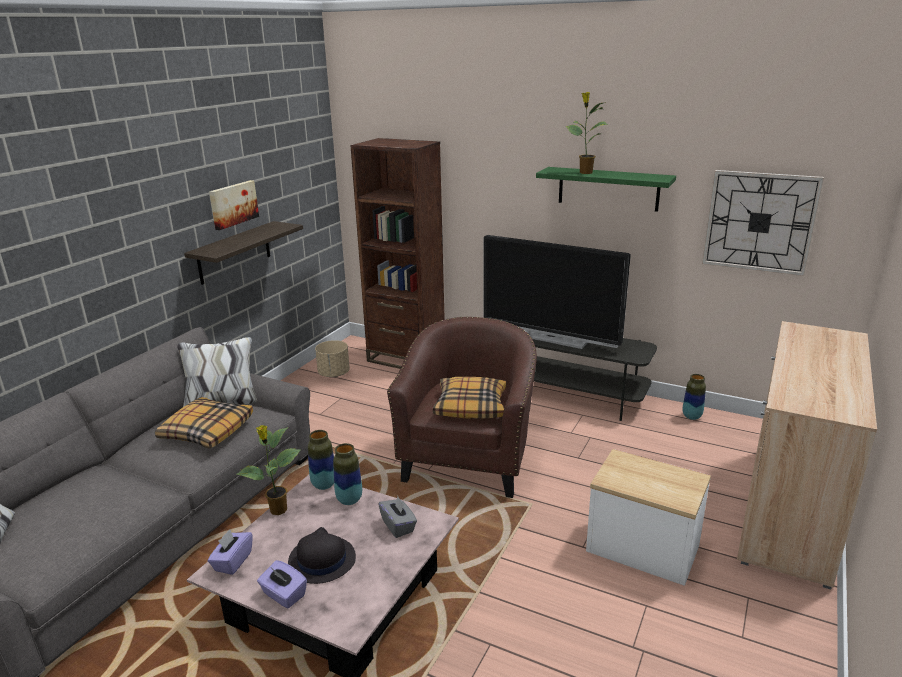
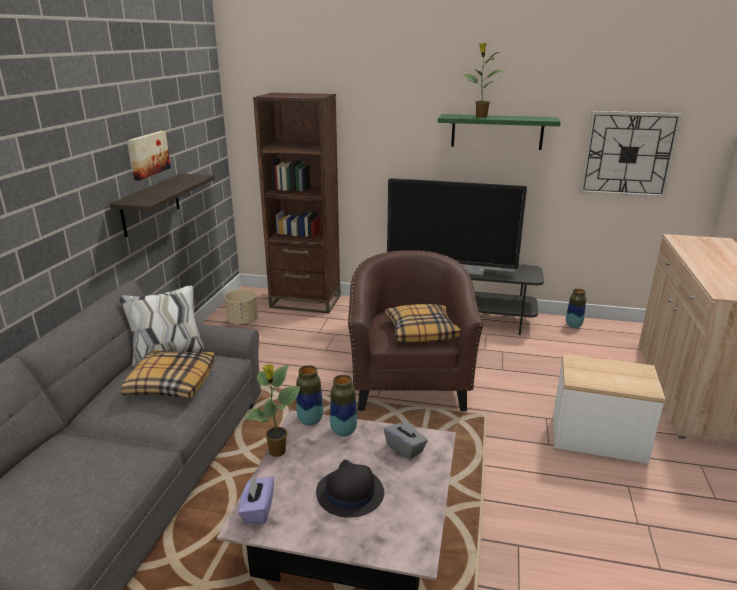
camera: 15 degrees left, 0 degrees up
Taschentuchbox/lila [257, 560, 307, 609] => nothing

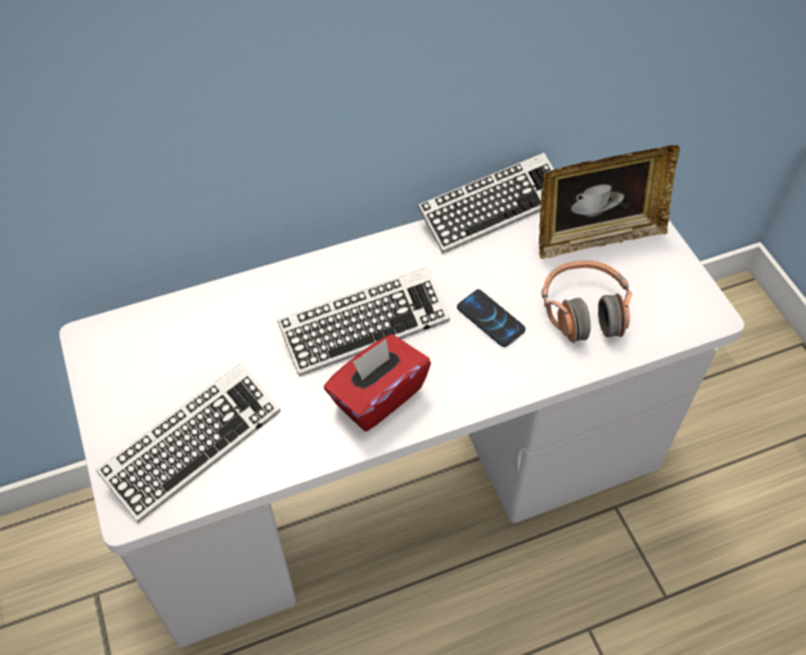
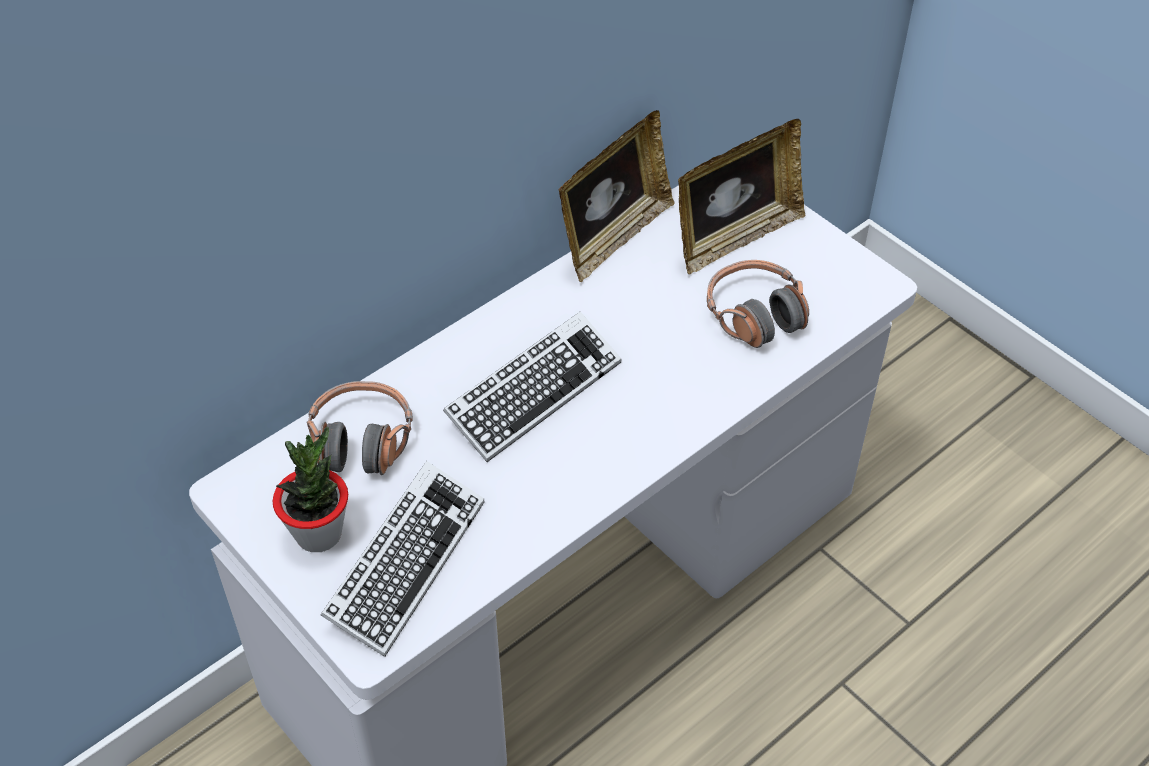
camera: 20 degrees left, 5 degrees down
Taschentuchbox/rot [324, 334, 431, 432] => nothing
Handy [457, 289, 526, 347] => nothing
nothing => Topfpflanze [272, 427, 348, 552]
nothing => Kopfhörer [307, 381, 413, 475]
Tastatur [417, 152, 554, 254] => Bilderrahmen [559, 110, 675, 282]

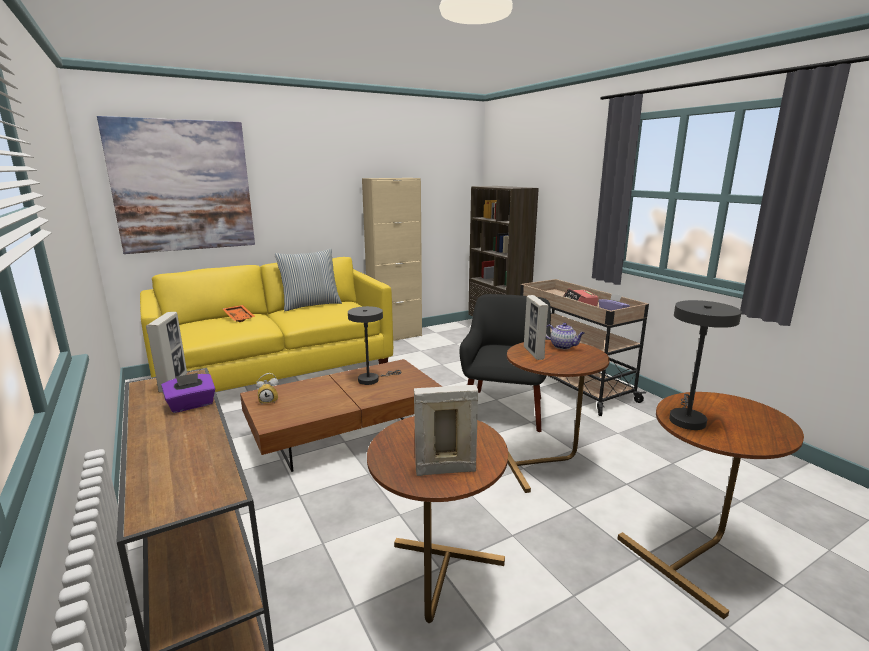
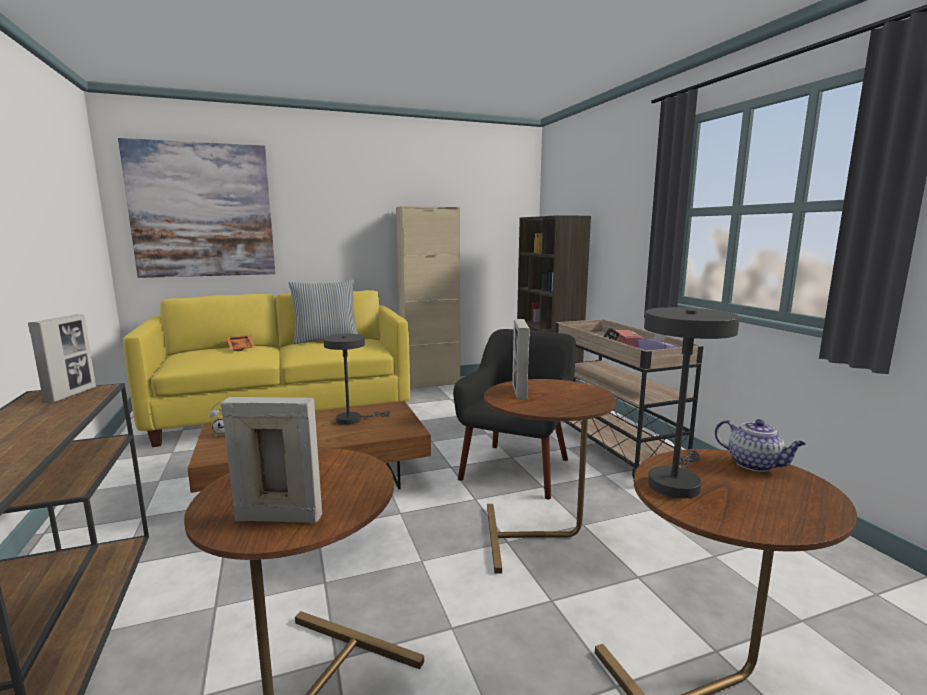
camera: 10 degrees right, 5 degrees down
Taschentuchbox/lila [161, 373, 215, 413] => nothing
Teekanne [546, 323, 585, 349] => Teekanne [715, 419, 806, 472], shifted

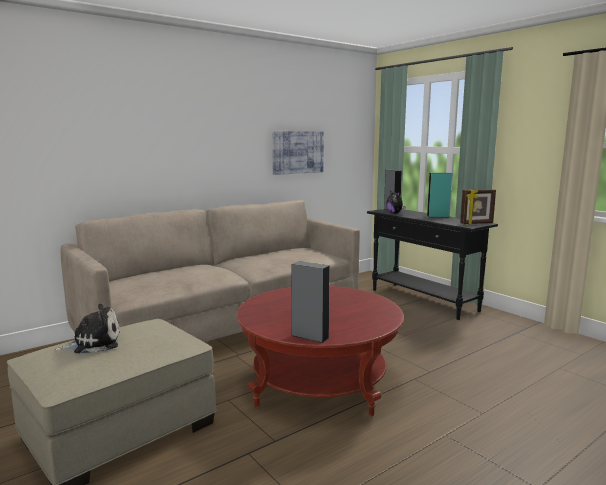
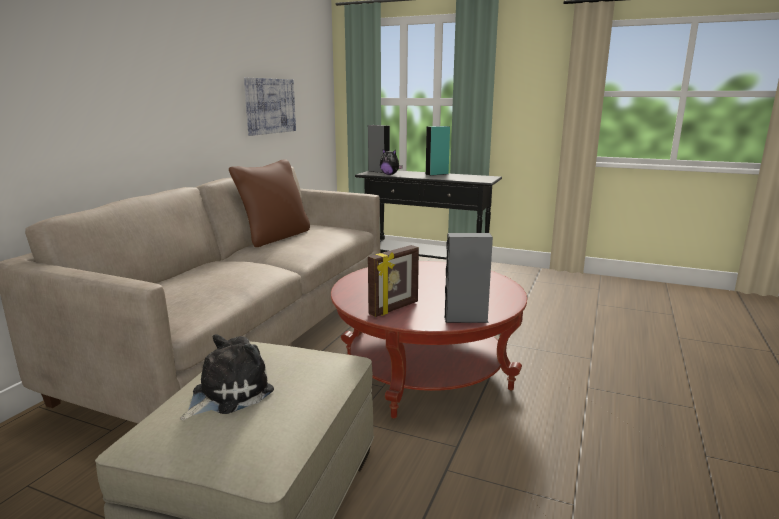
camera: 30 degrees left, 5 degrees up
nothing => Kissen/braun [229, 159, 310, 247]
Bilderrahmen [460, 189, 496, 224] => Bilderrahmen [368, 245, 419, 317], shifted

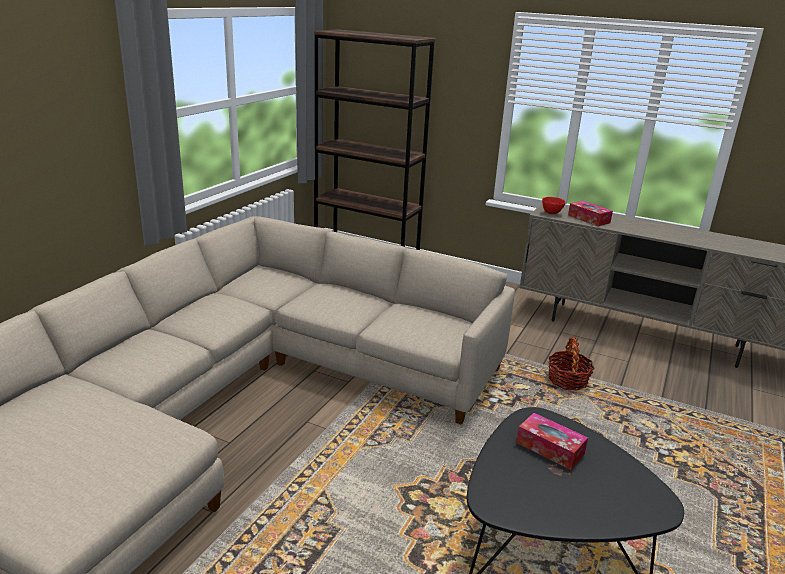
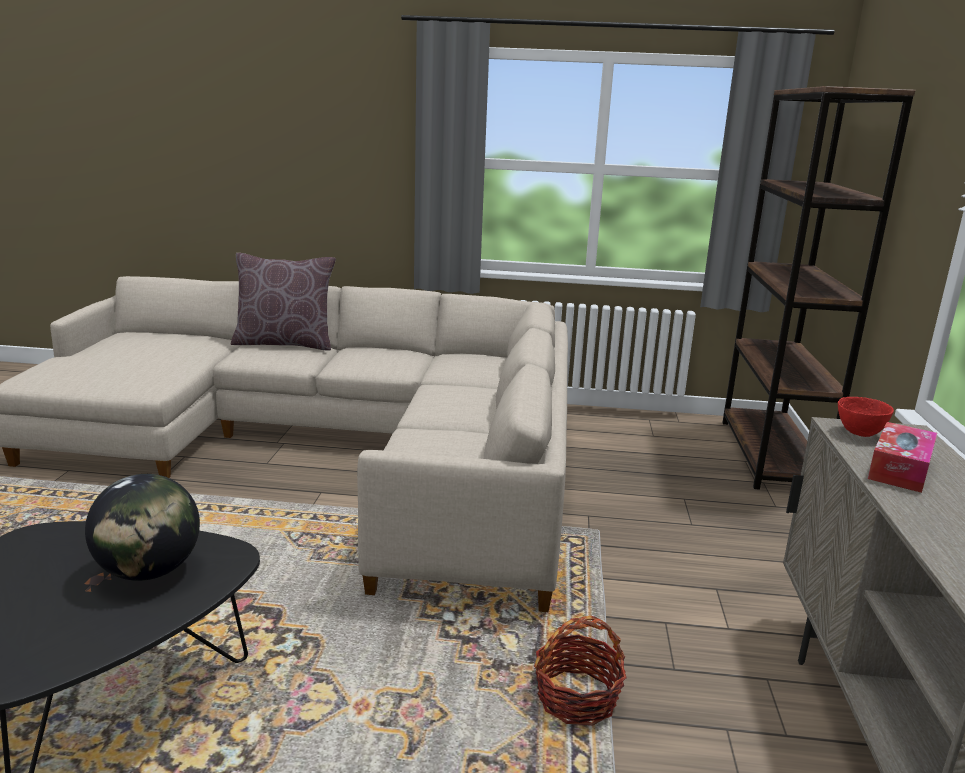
camera: 70 degrees right, 5 degrees down
nothing => Kissen/braun [231, 253, 336, 351]
Taschentuchbox [516, 413, 588, 470] => Globus [85, 474, 200, 581]

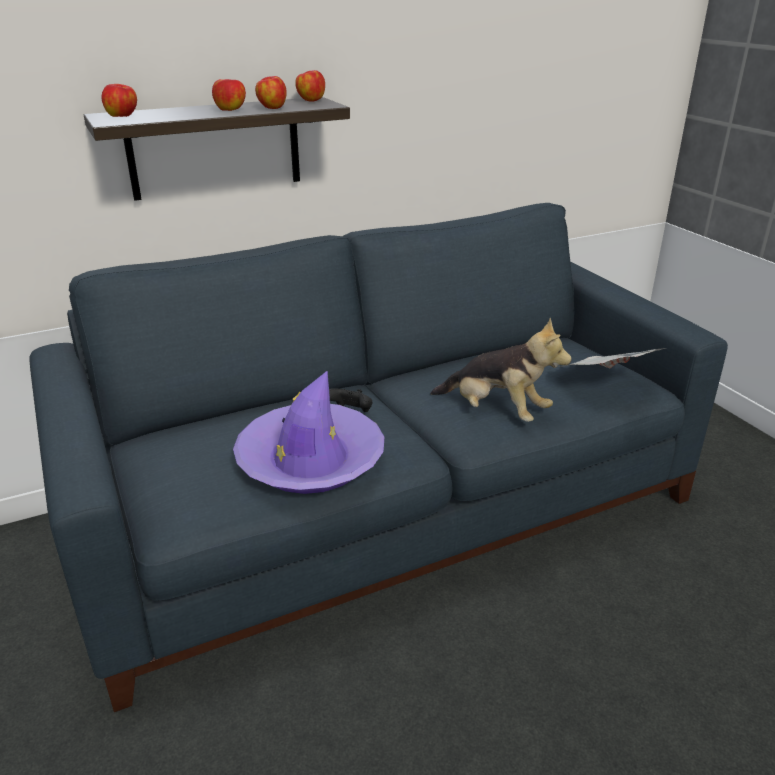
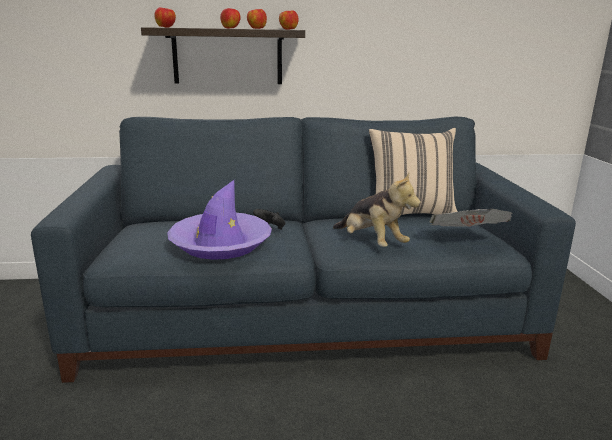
camera: 20 degrees right, 10 degrees down
nothing => Kissen/beige [369, 128, 458, 215]

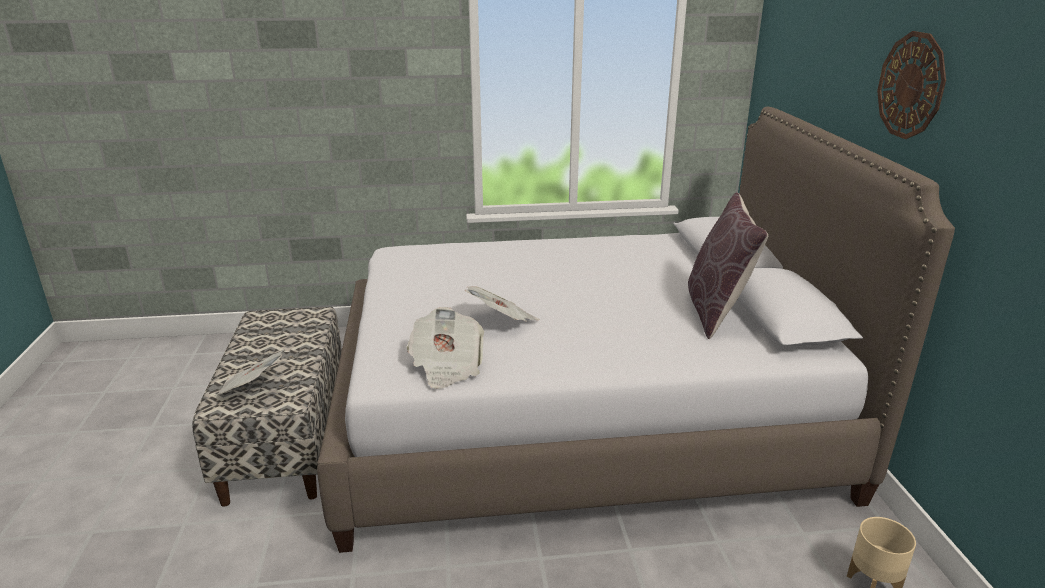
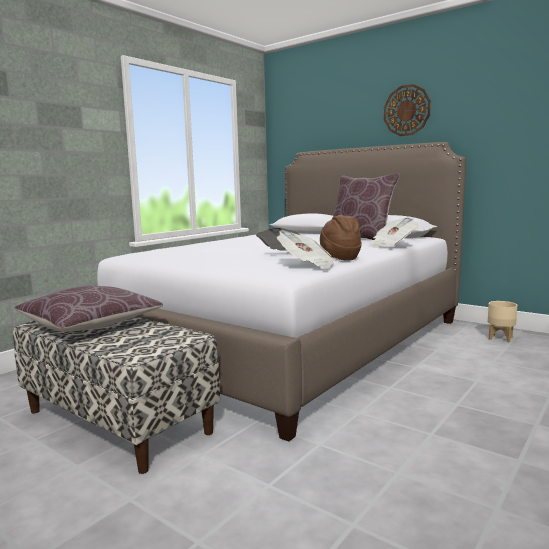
camera: 45 degrees left, 15 degrees down
nothing => Kissen/braun [14, 286, 163, 332]
nothing => Hut/braun [320, 215, 362, 261]
Zeitung [215, 350, 284, 396] => Zeitung [368, 217, 418, 248], shifted

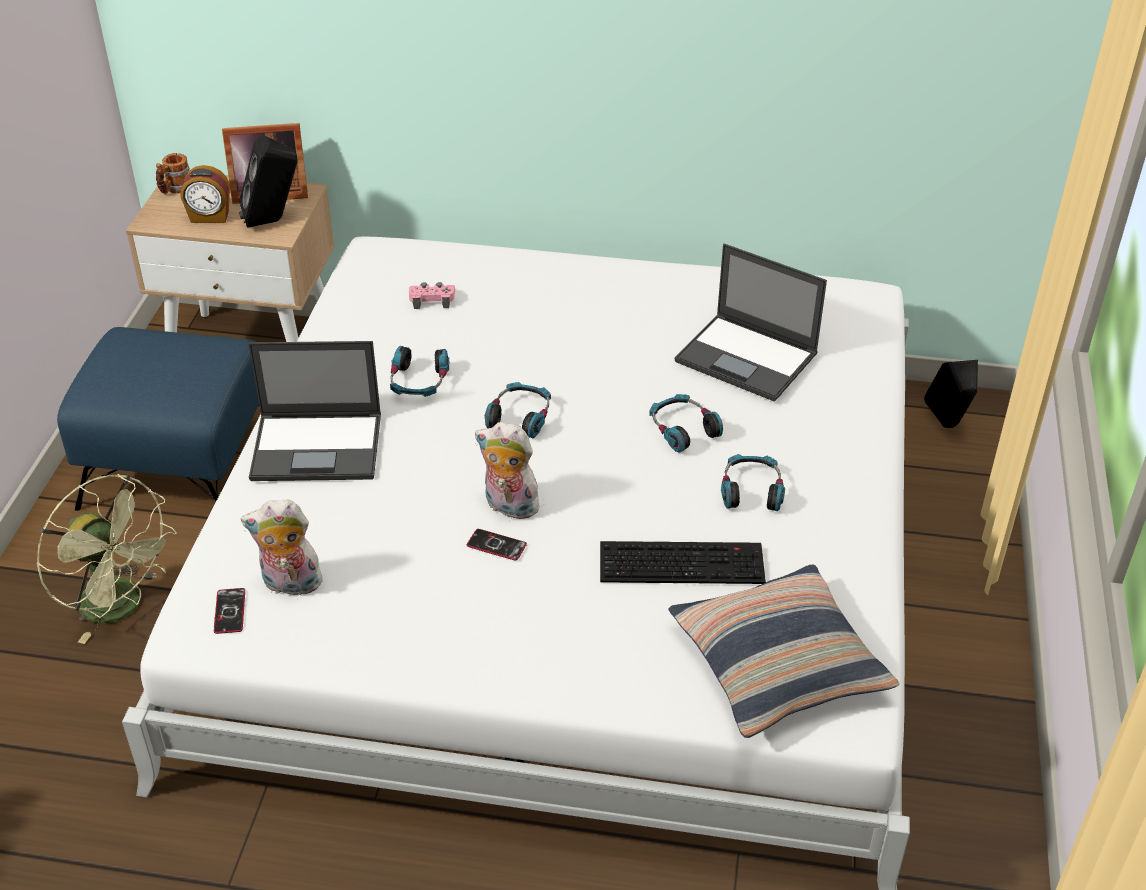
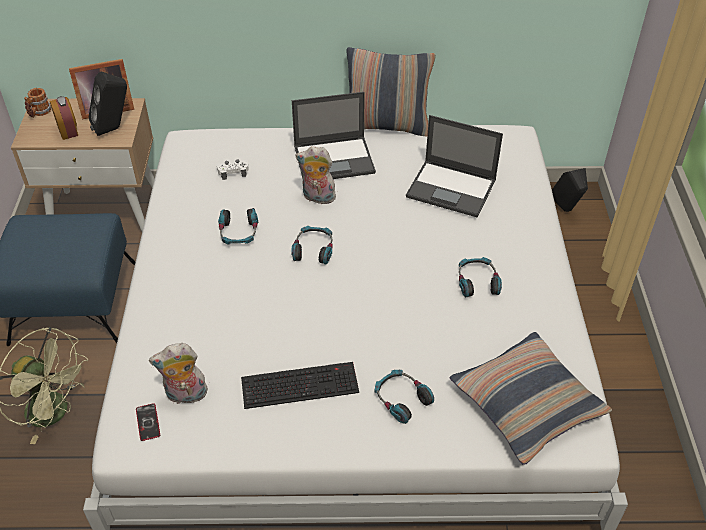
camera: 10 degrees left, 5 degrees up
Handy [467, 529, 527, 561] => nothing
nothing => Kissen [347, 47, 436, 136]
Laptop [248, 341, 381, 481] => Laptop [292, 92, 376, 179], shifted
Plüschtier [475, 422, 539, 519] => Plüschtier [296, 146, 336, 204], shifted
Tastatur [600, 541, 766, 584] => Tastatur [241, 362, 359, 409], shifted
Kopfhörer [649, 394, 723, 452] => Kopfhörer [375, 370, 434, 424], shifted
Gamepad/rosa [409, 282, 455, 309] => Gamepad/weiß [217, 159, 249, 180]
Wecker [180, 165, 230, 223] => Wecker [50, 96, 78, 140], 105 degrees counterclockwise

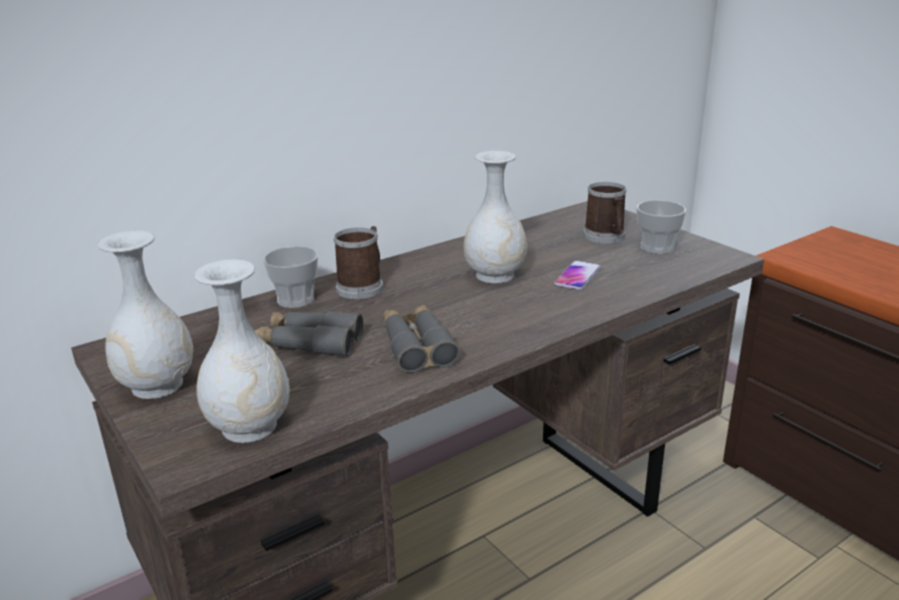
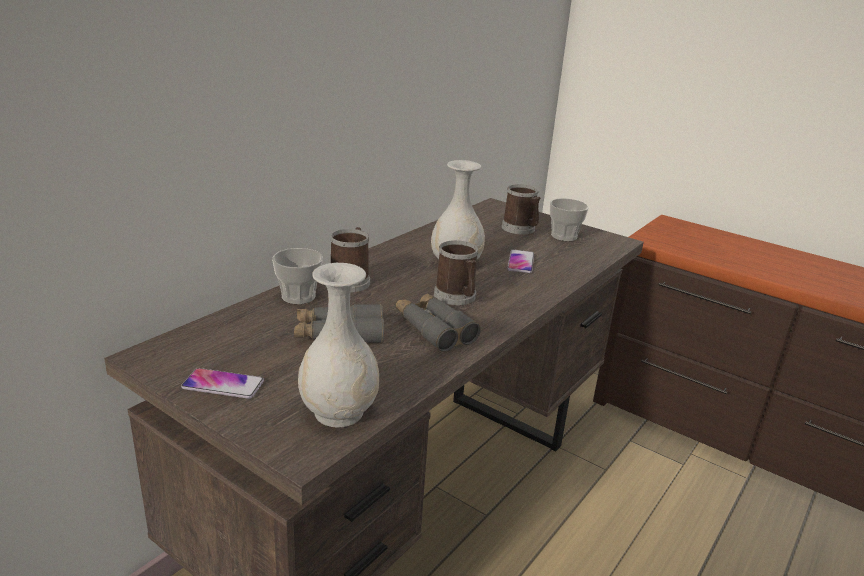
camera: 20 degrees left, 0 degrees up
nothing => Henkelbecher [434, 240, 478, 305]
Vase/weiß [98, 231, 193, 399] => Handy [181, 368, 264, 399]

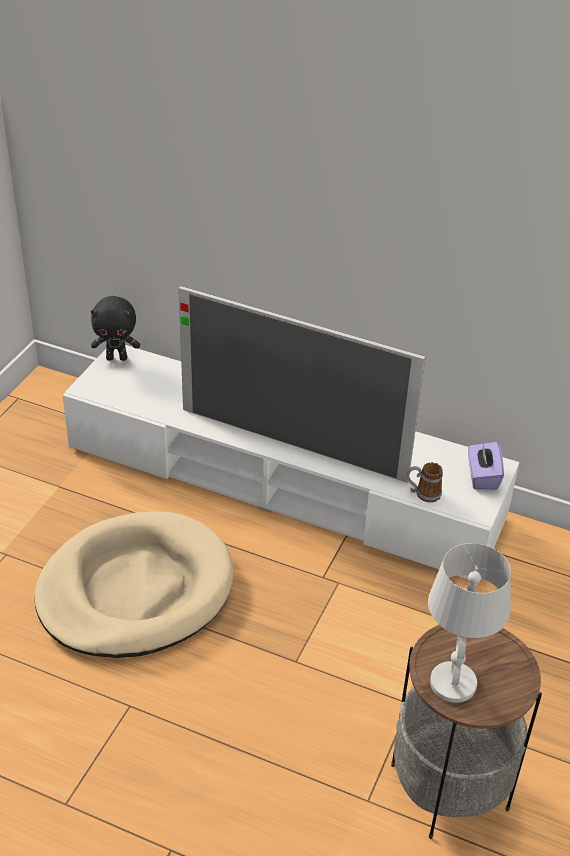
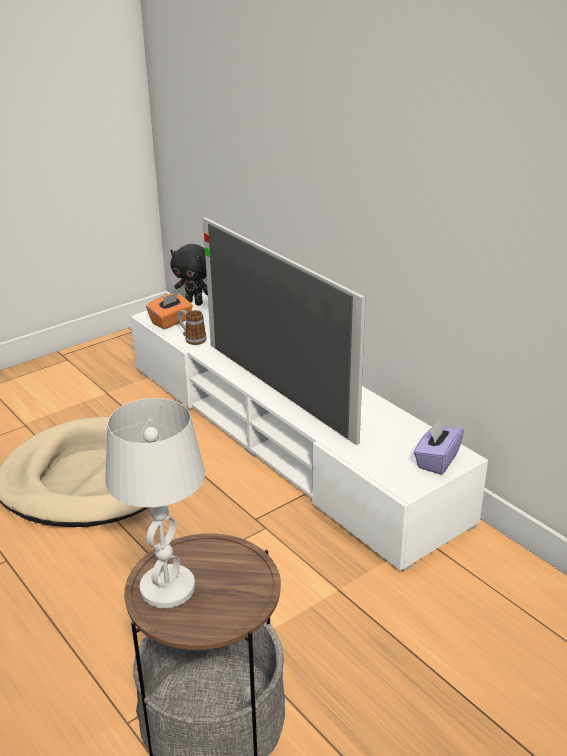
camera: 30 degrees right, 10 degrees down
nothing => Taschentuchbox/orange [146, 292, 193, 329]
Henkelbecher [407, 462, 443, 502] => Henkelbecher [178, 310, 207, 345], shifted

